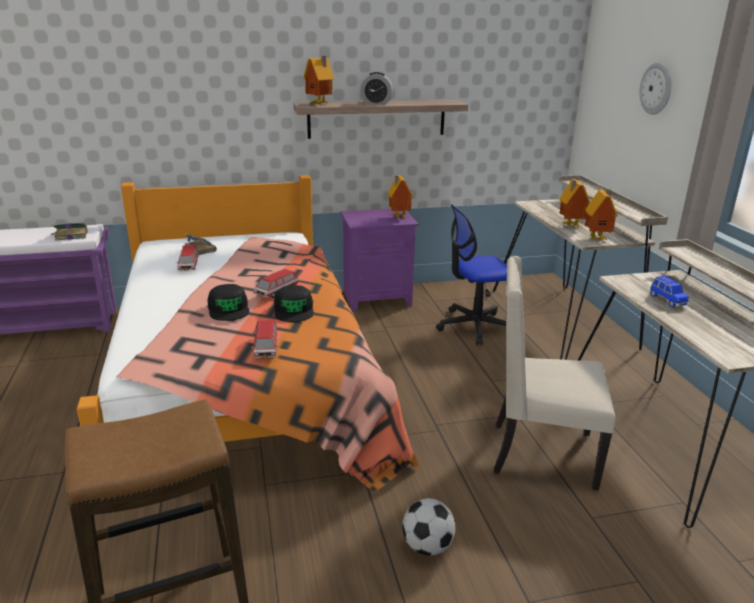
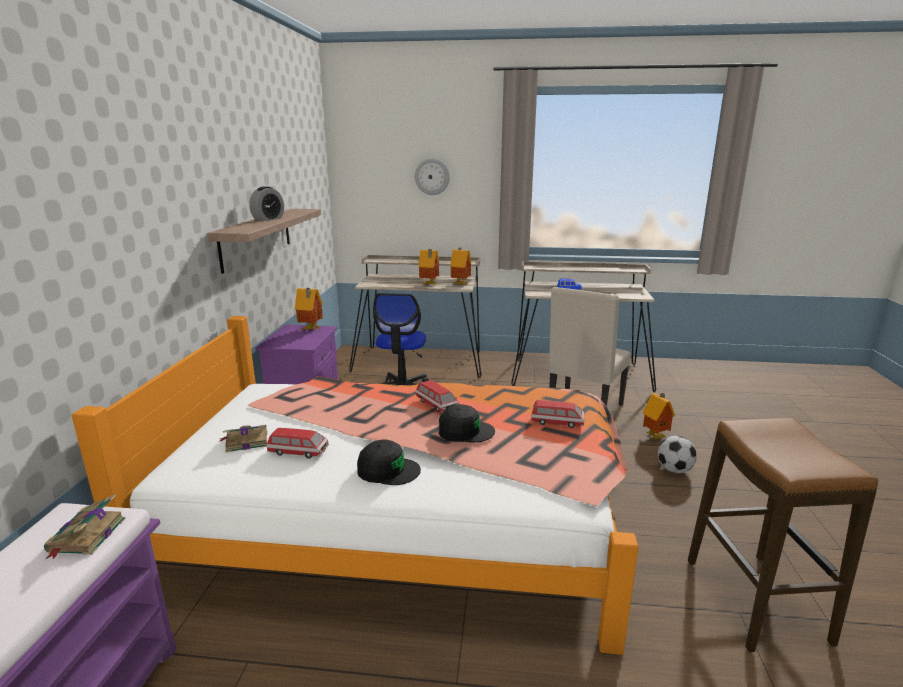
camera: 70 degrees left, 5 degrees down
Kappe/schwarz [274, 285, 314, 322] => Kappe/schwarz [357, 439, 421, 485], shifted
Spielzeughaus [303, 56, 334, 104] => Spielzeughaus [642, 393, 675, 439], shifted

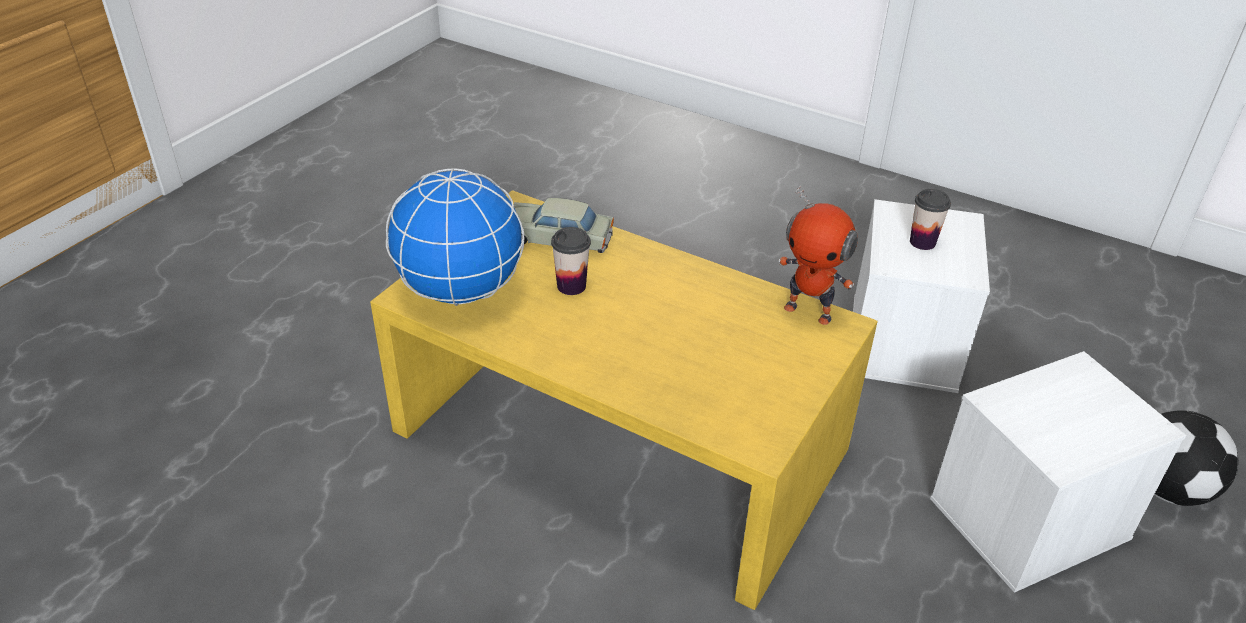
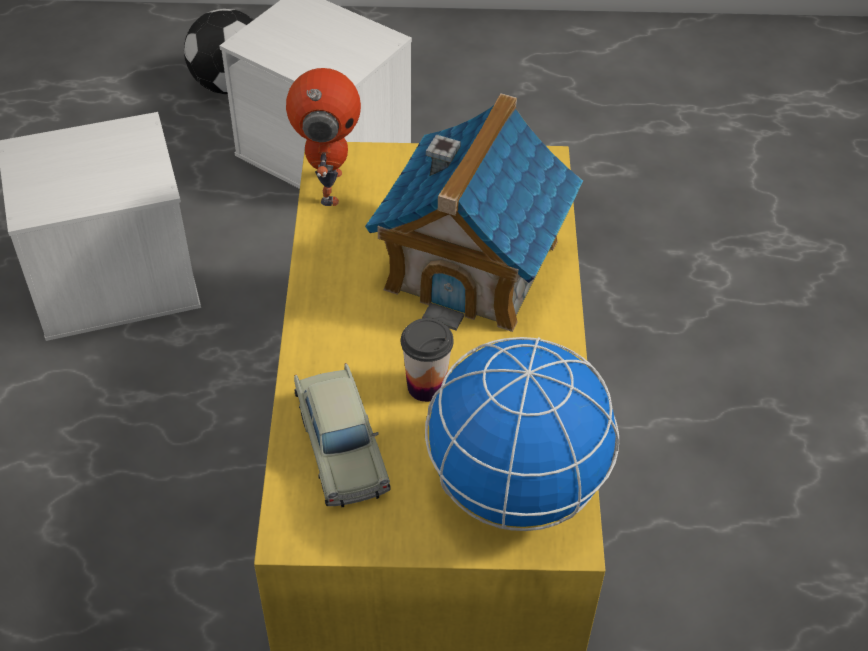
camera: 120 degrees left, 10 degrees up
Tasse [910, 189, 951, 250] => nothing
nothing => Spielzeughaus [365, 93, 583, 332]

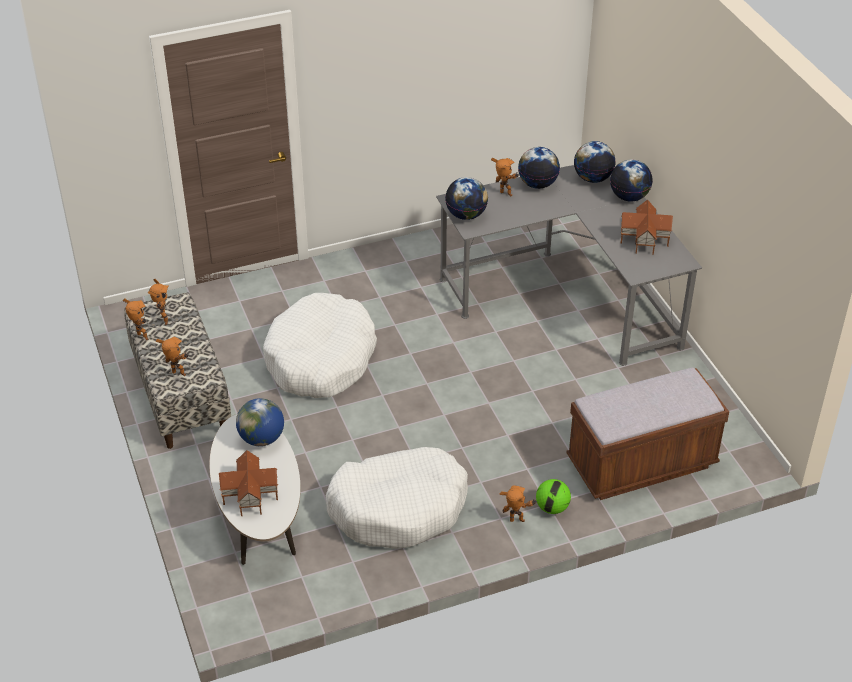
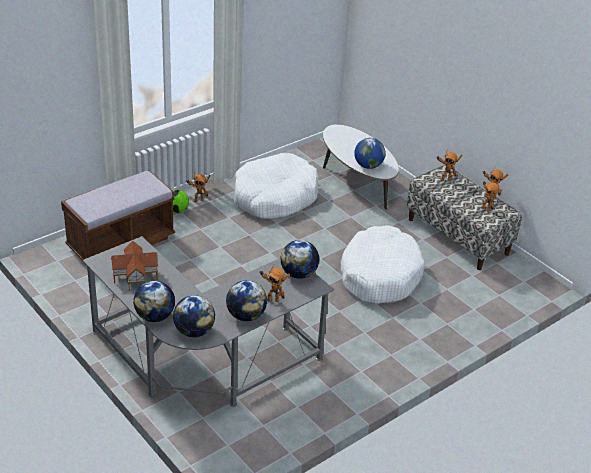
camera: 160 degrees right, 5 degrees down
Spielzeughaus [219, 450, 278, 516] => nothing

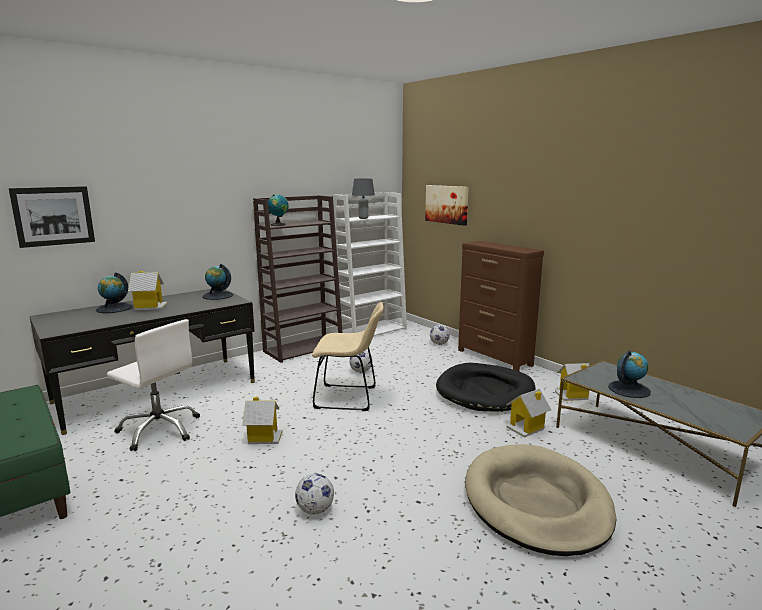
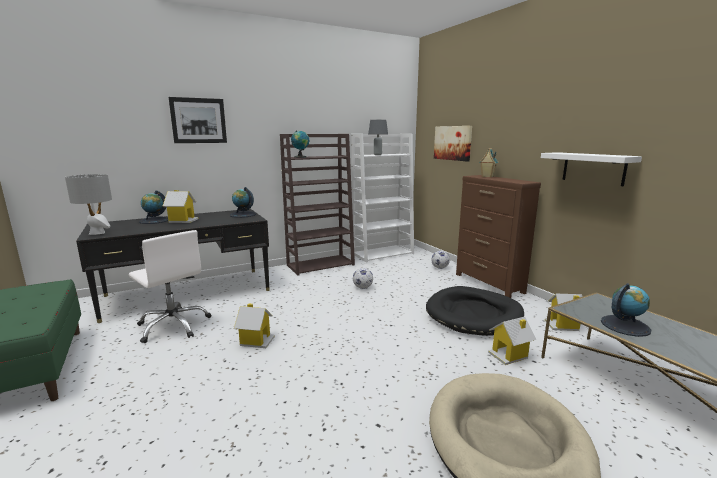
camera: 10 degrees right, 0 degrees up
Fußball [295, 474, 334, 515] => nothing
Stuhl/beige [312, 302, 384, 411] => nothing
nothing => Tischlampe/grau [65, 174, 112, 235]
nothing => Spielzeughaus [479, 148, 498, 177]
nothing => Wandregal/weiß [541, 152, 642, 186]
Bild [9, 186, 95, 248] => Bild [169, 97, 227, 143], shifted

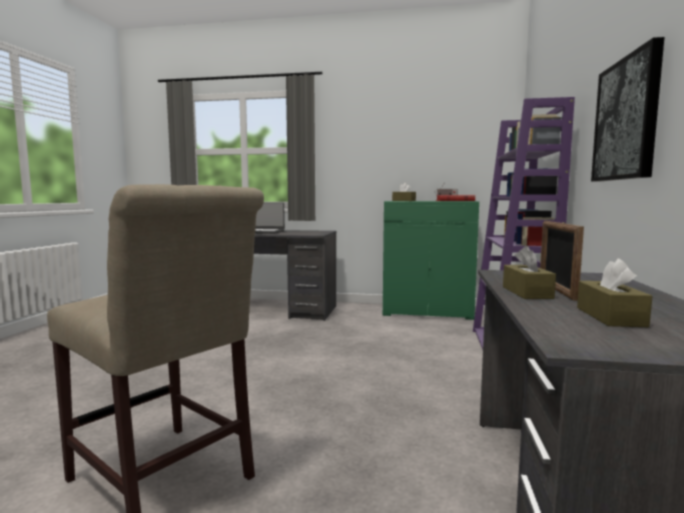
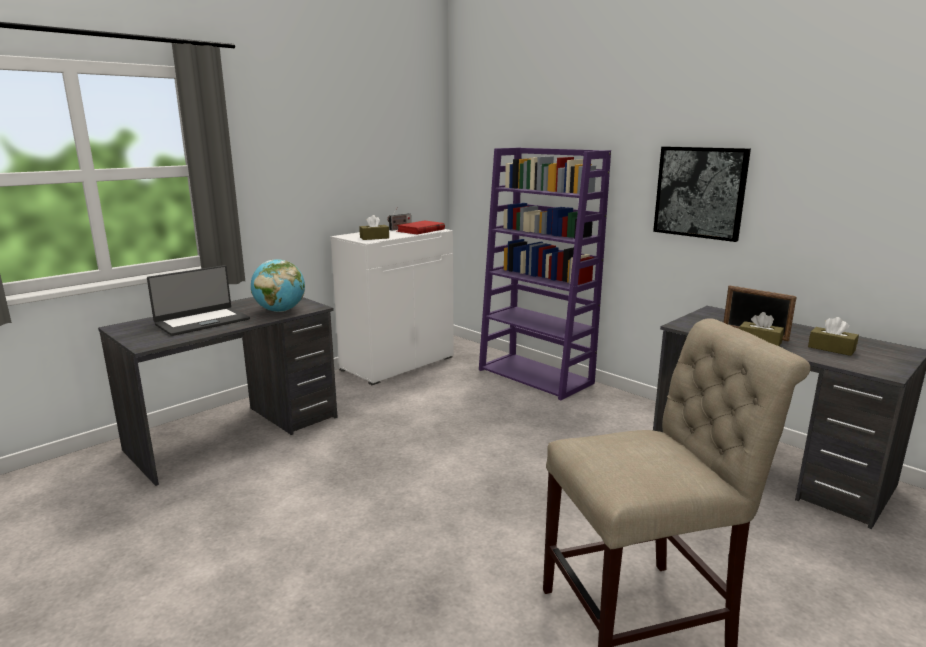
camera: 55 degrees left, 10 degrees up
nothing => Globus [251, 259, 305, 312]
Schrank/grün [383, 201, 479, 320] => Schrank/weiß [331, 229, 454, 385]

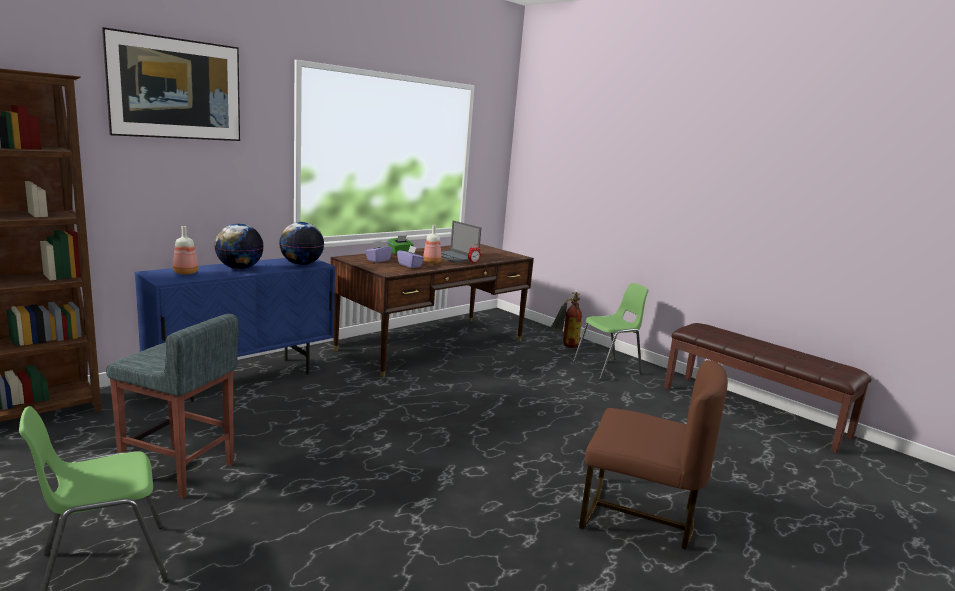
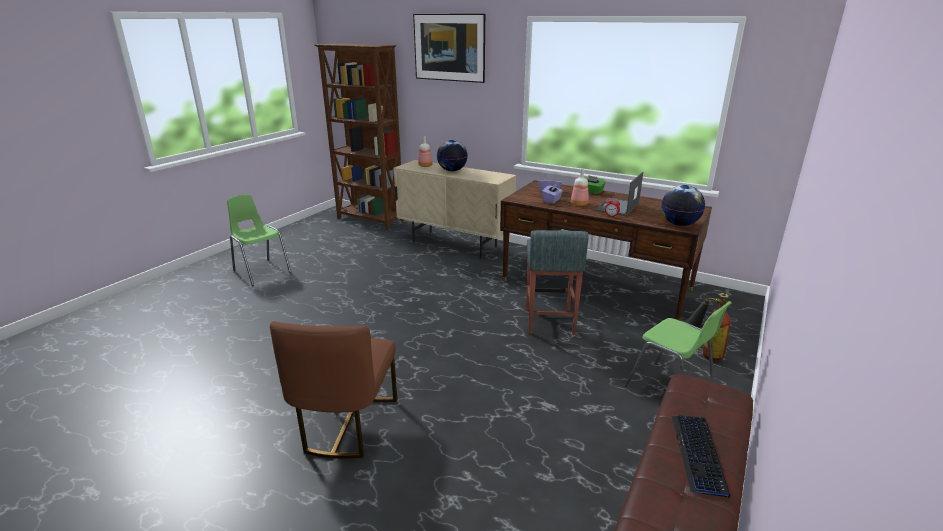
camera: 75 degrees right, 10 degrees up
nothing => Tastatur [672, 415, 730, 498]
Hocker/grau [106, 314, 239, 498] => Hocker/grau [526, 230, 589, 335], shifted
Globus [279, 222, 324, 265] => Globus [661, 185, 705, 226], shifted
Schrank/blau [134, 258, 335, 402] => Schrank/beige [394, 160, 516, 258]

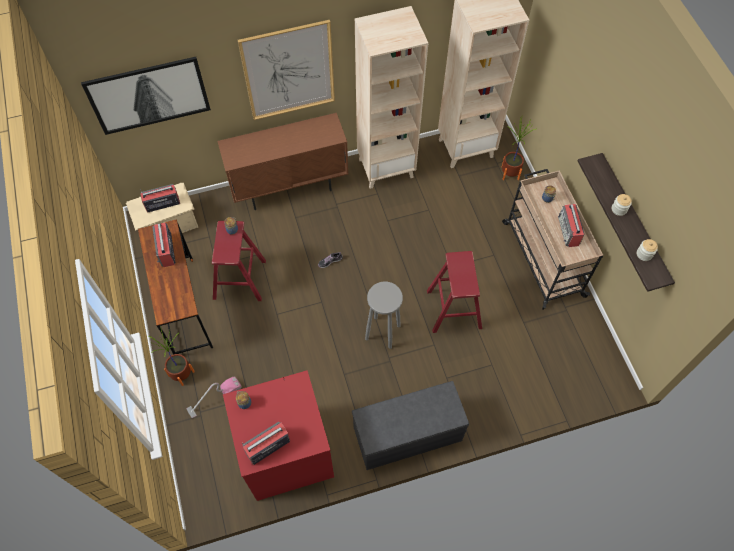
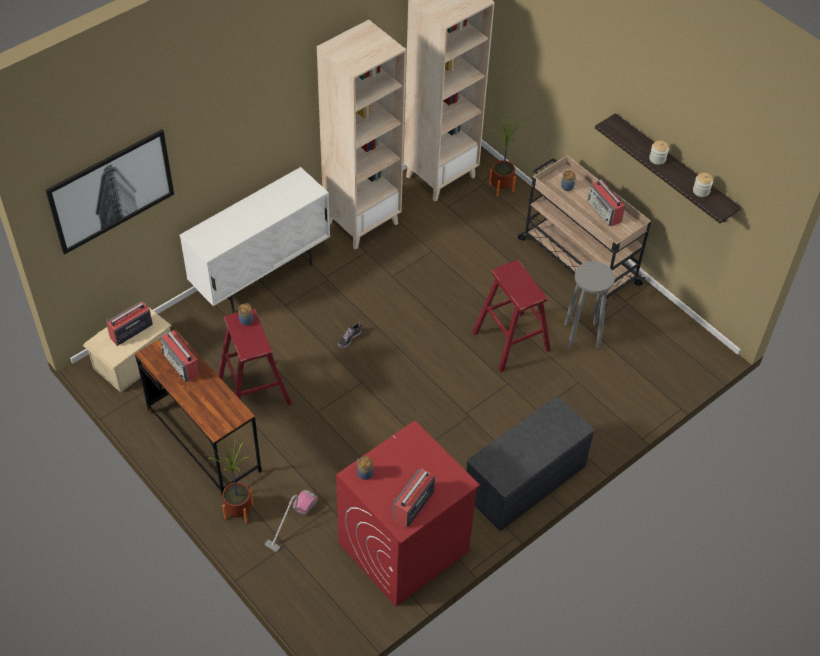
camera: 25 degrees left, 10 degrees down
Bild [238, 20, 335, 120] => nothing
Hocker/grau [365, 282, 403, 349] => Hocker/grau [564, 261, 615, 349], shifted
Schrank/braun [217, 113, 348, 210] => Schrank/weiß [180, 167, 330, 313]

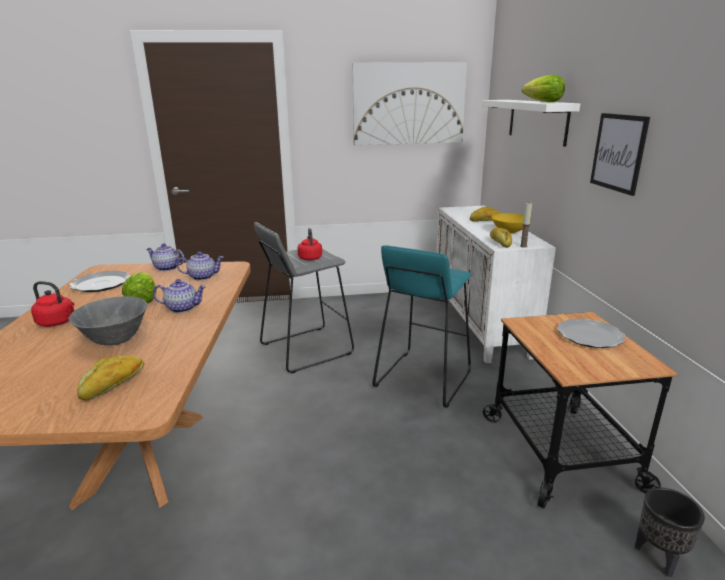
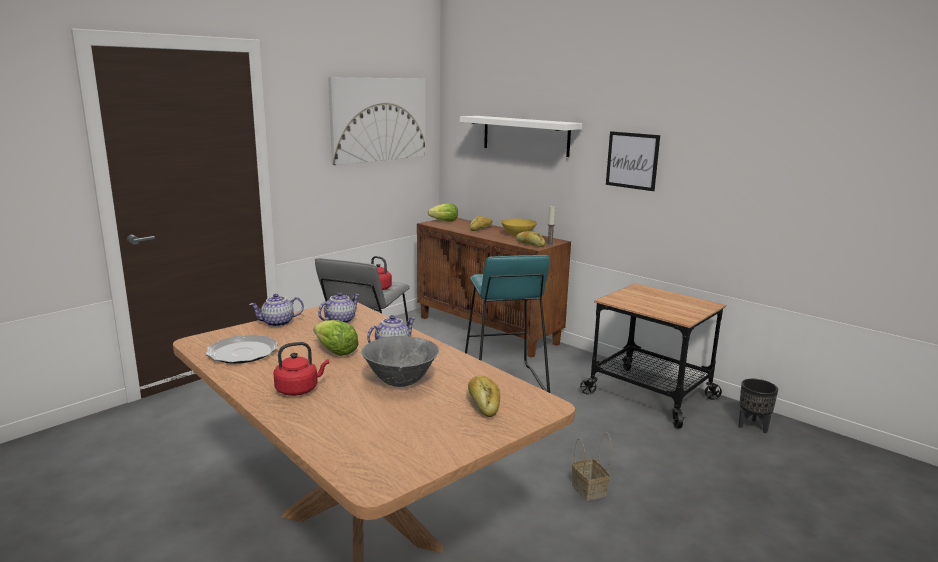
camera: 40 degrees left, 5 degrees down
Teller [557, 318, 625, 348] => nothing
nothing => Korb [572, 433, 611, 501]
Salatkopf [522, 75, 565, 102] => Salatkopf [428, 203, 458, 221], shifted
Schrank/weiß [436, 206, 556, 363] => Schrank/braun [417, 218, 571, 358]

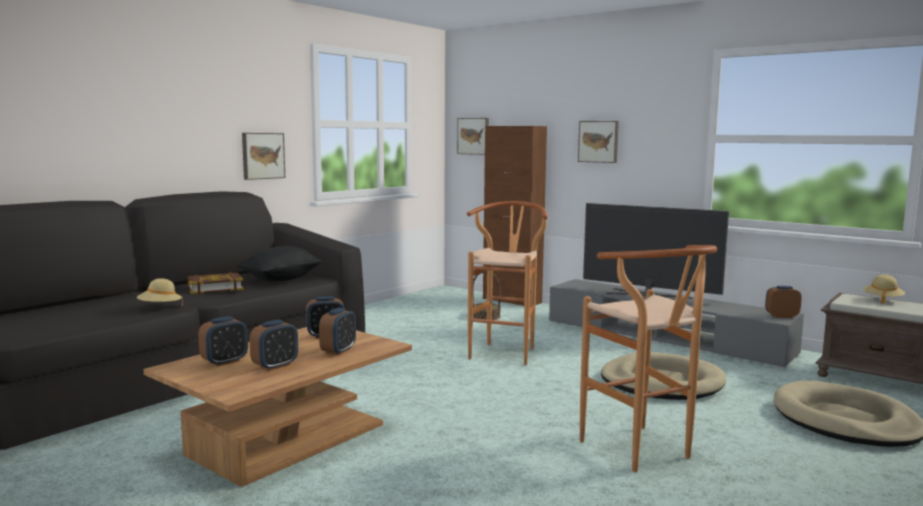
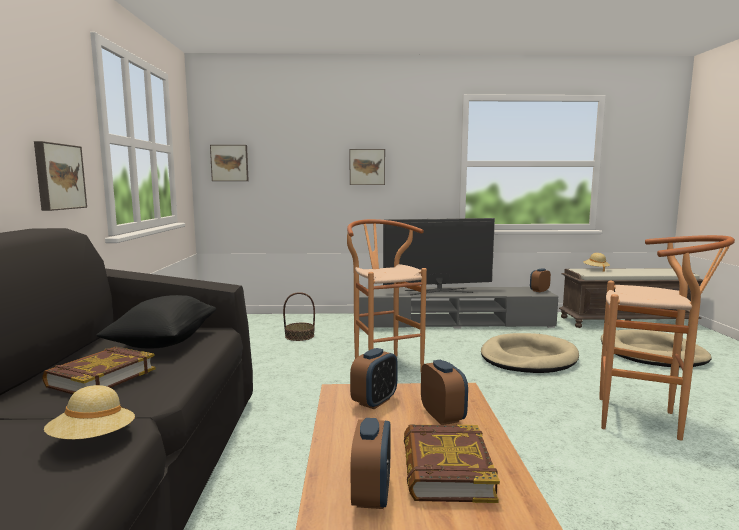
camera: 40 degrees left, 0 degrees up
Schrank/braun [483, 126, 547, 306] => nothing
Wecker [250, 319, 298, 371] => Buch [404, 425, 500, 503]

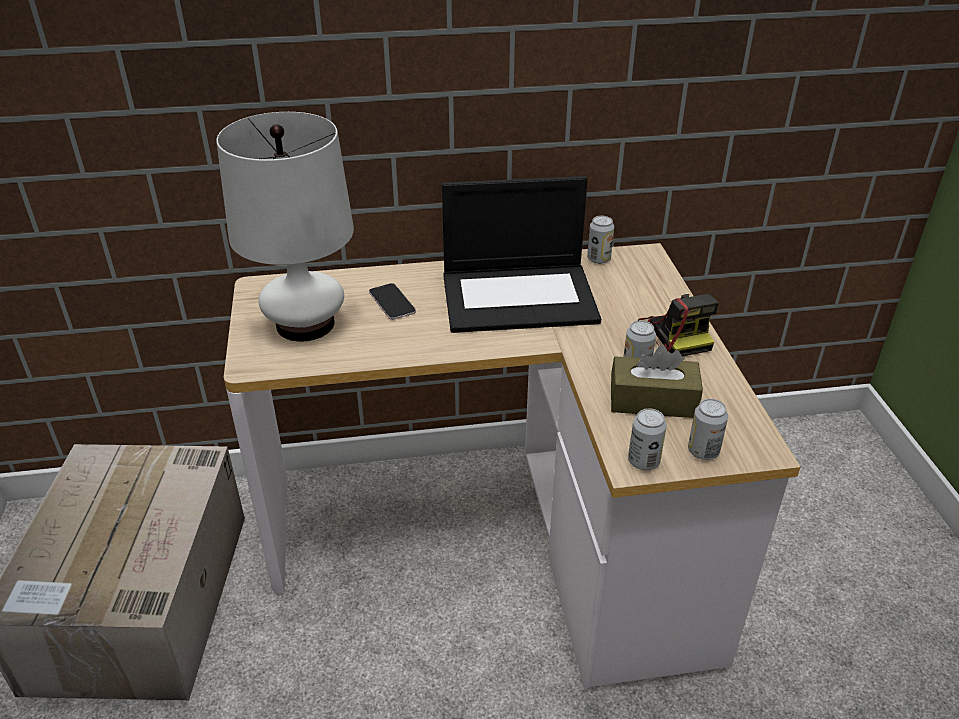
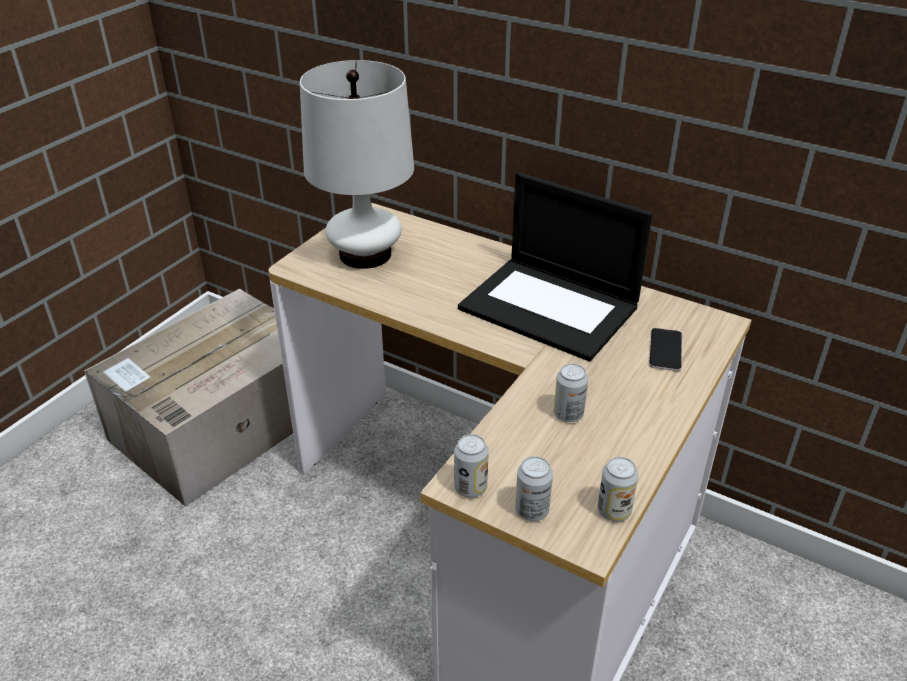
camera: 40 degrees right, 0 degrees up
Taschentuchbox/braun [611, 345, 703, 418] => nothing
Kamera [637, 294, 719, 356] => nothing
Handy [369, 283, 416, 320] => Handy [649, 328, 682, 371], shifted
Dose [587, 216, 614, 264] => Dose [598, 457, 638, 522], shifted

